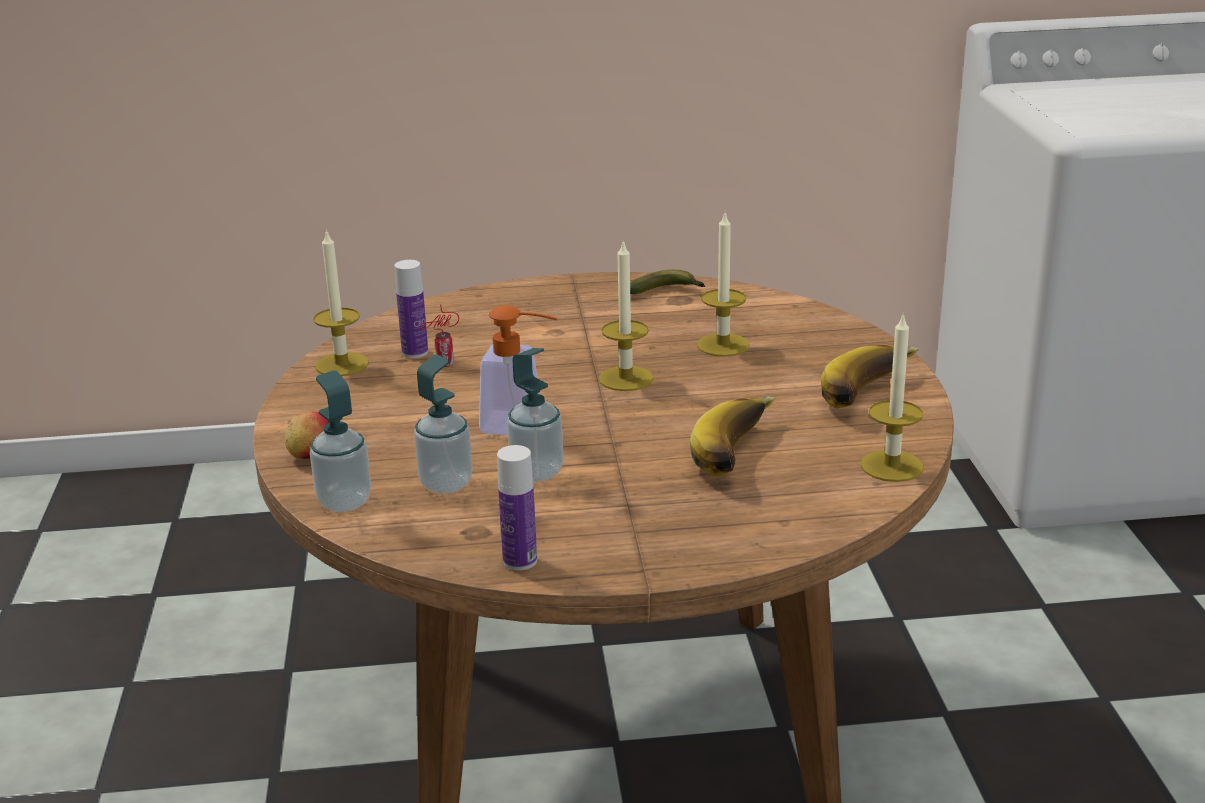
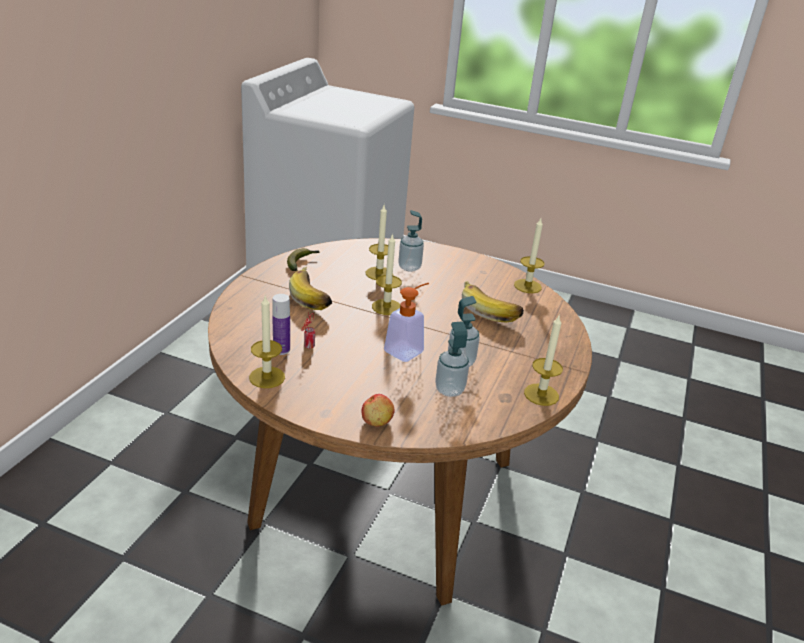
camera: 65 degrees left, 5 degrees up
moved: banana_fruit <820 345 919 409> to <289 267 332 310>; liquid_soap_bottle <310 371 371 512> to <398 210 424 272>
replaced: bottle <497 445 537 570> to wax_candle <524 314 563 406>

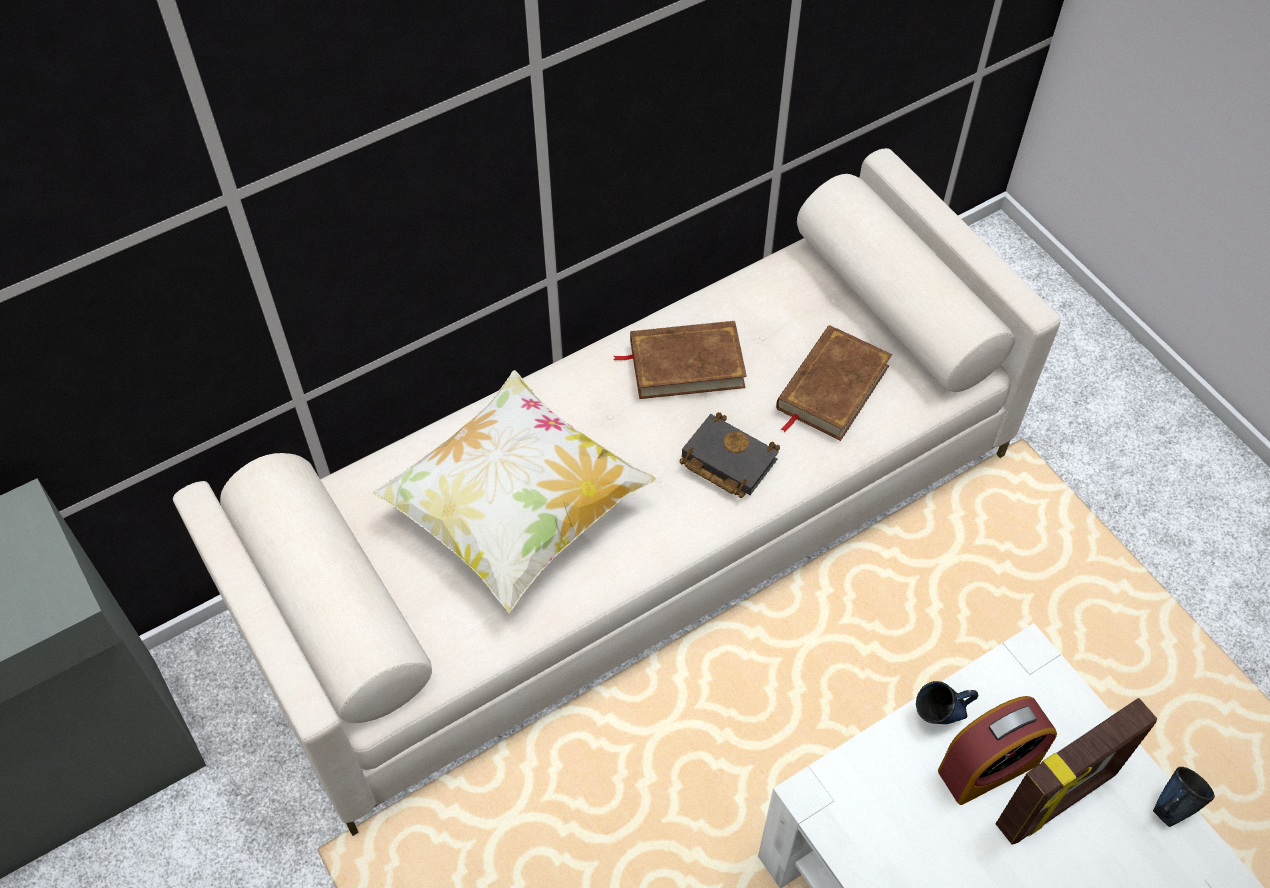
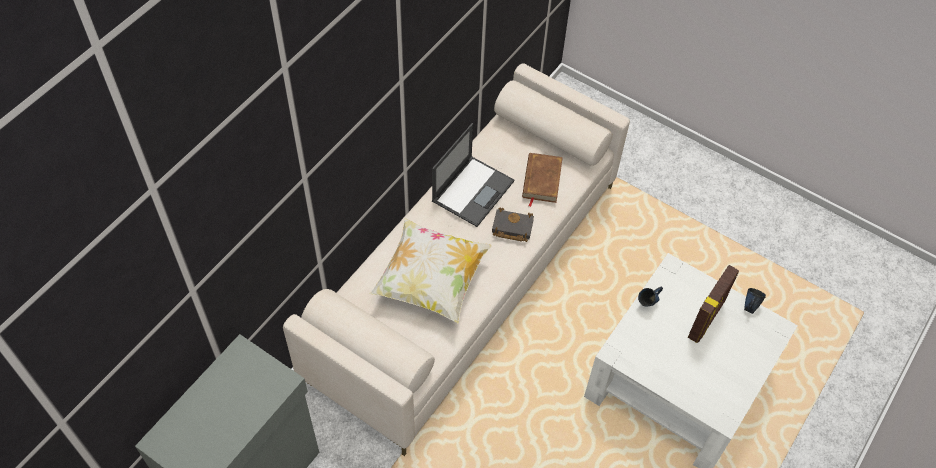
camera: 25 degrees left, 0 degrees up
removed: table_clock <938 696 1057 805>
replaced: brownish_book <614 321 747 399> to portable_computer <432 123 514 227>

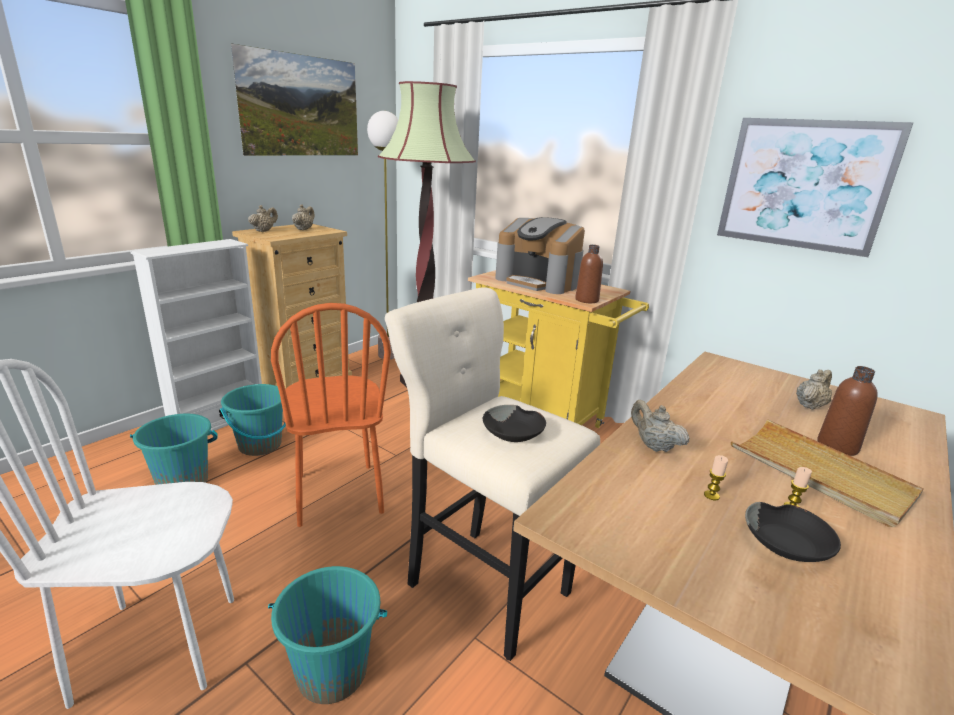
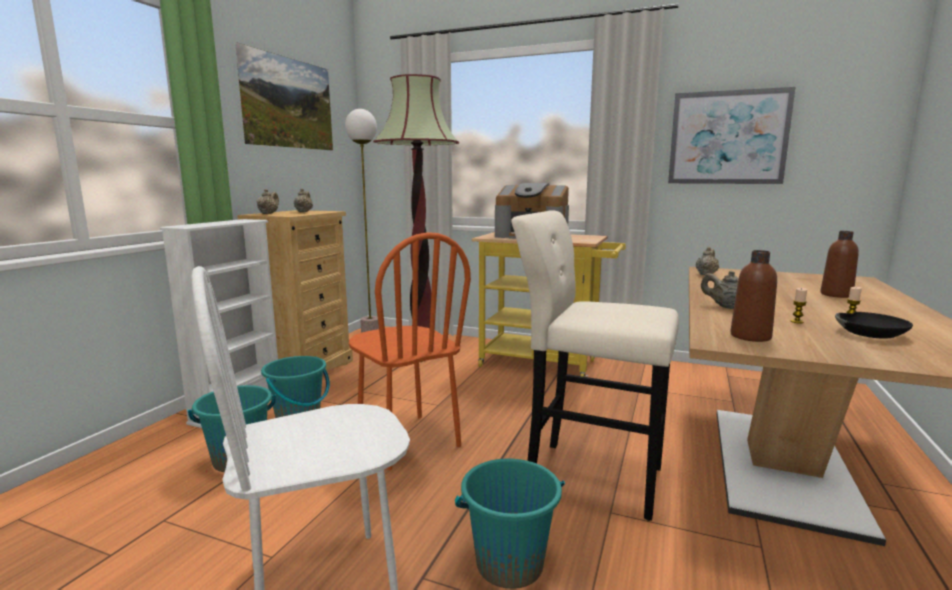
camera: 15 degrees left, 10 degrees down
removed: black_serving_bowl <483 405 546 442>; beige-coloured_serving_tray <731 419 924 527>
moved: beige-coloured_teapot <796 370 832 410> to <696 247 719 275>; brownish_bottle <575 245 603 303> to <730 250 777 342>

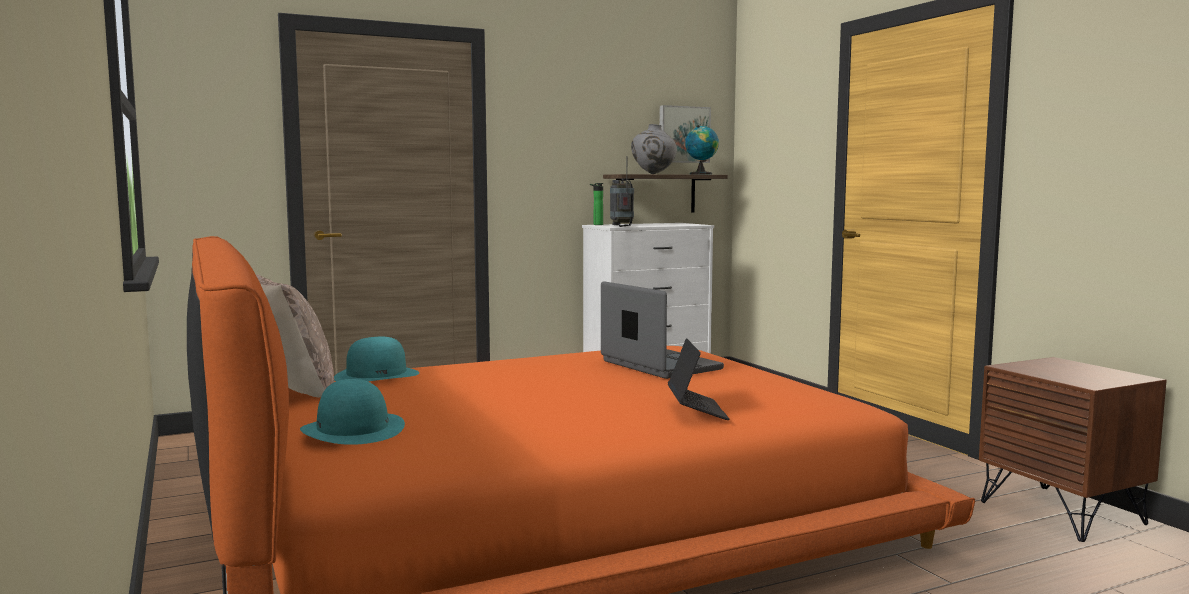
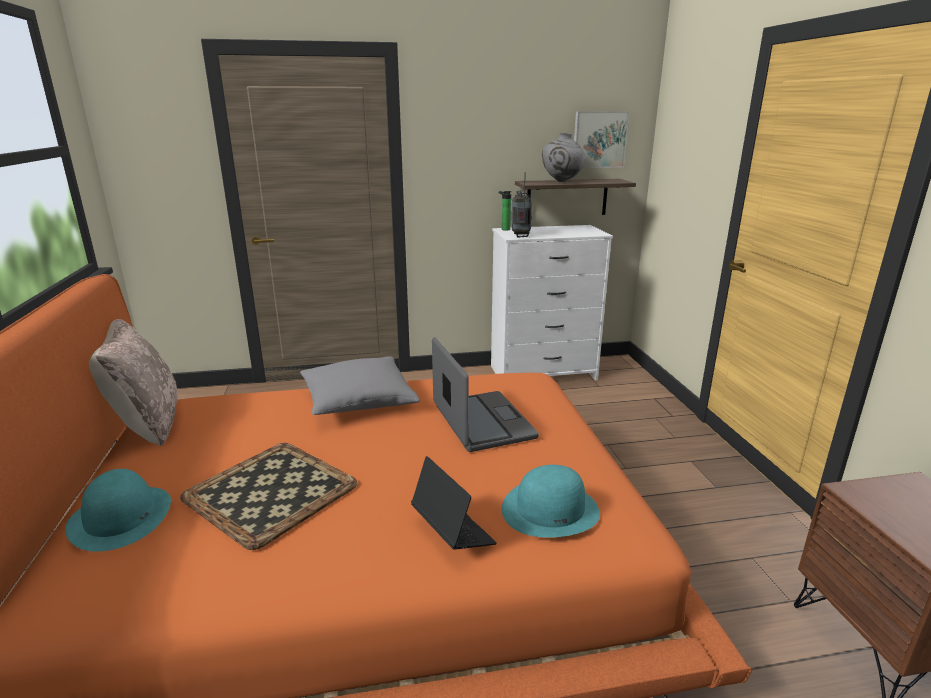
camera: 15 degrees right, 15 degrees up
removed: desk_globe <685 125 719 175>
added: serving_tray <180 443 357 550>; gray_pillow <300 356 420 415>
moved: blue-green_hat <334 337 419 381> to <502 465 600 538>
turned: portable_computer <668 338 730 420> = <411 456 497 550> 45 degrees counterclockwise

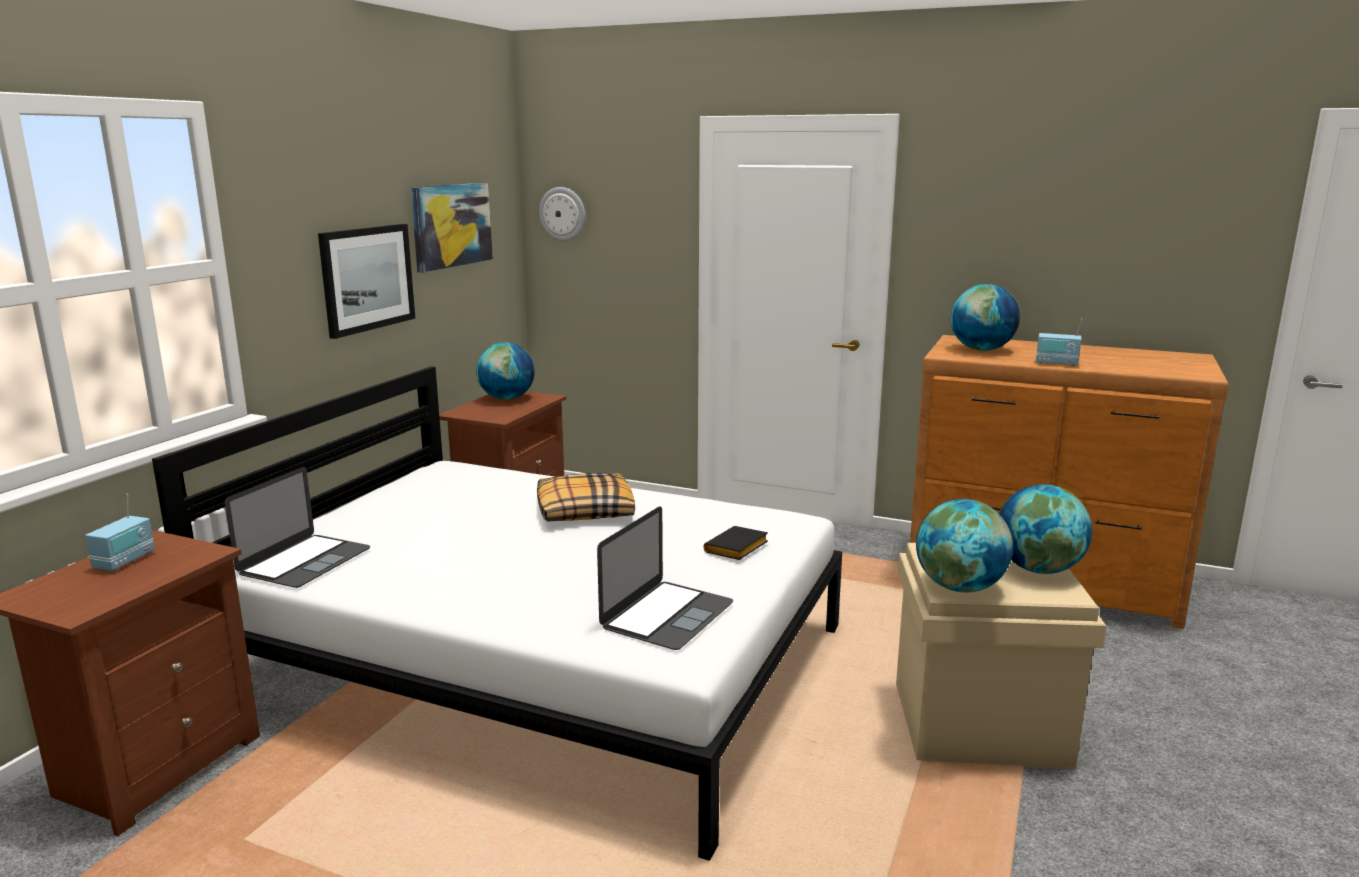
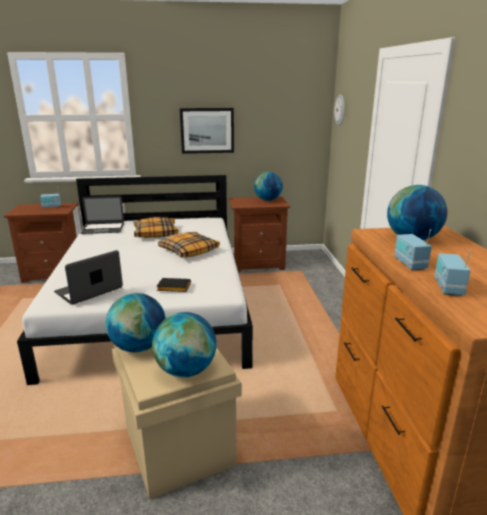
camera: 60 degrees right, 5 degrees up
removed: picture <410 183 493 273>
added: pillow <134 217 178 238>; radio_receiver <434 250 470 296>
turned: portable_computer <597 506 733 650> = <54 250 123 305> 135 degrees clockwise

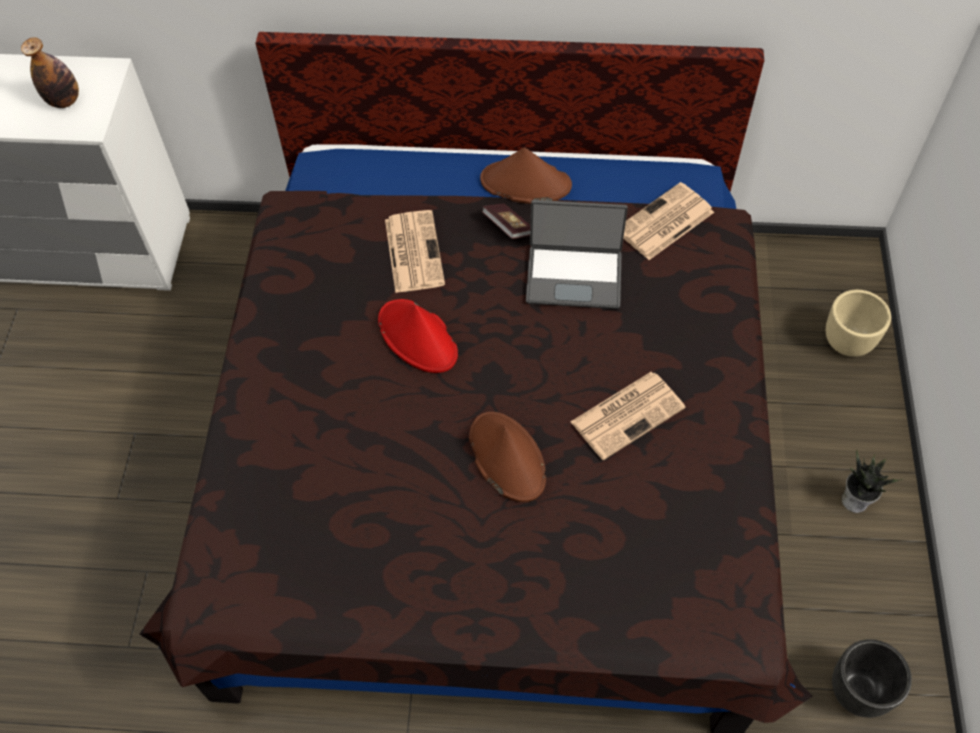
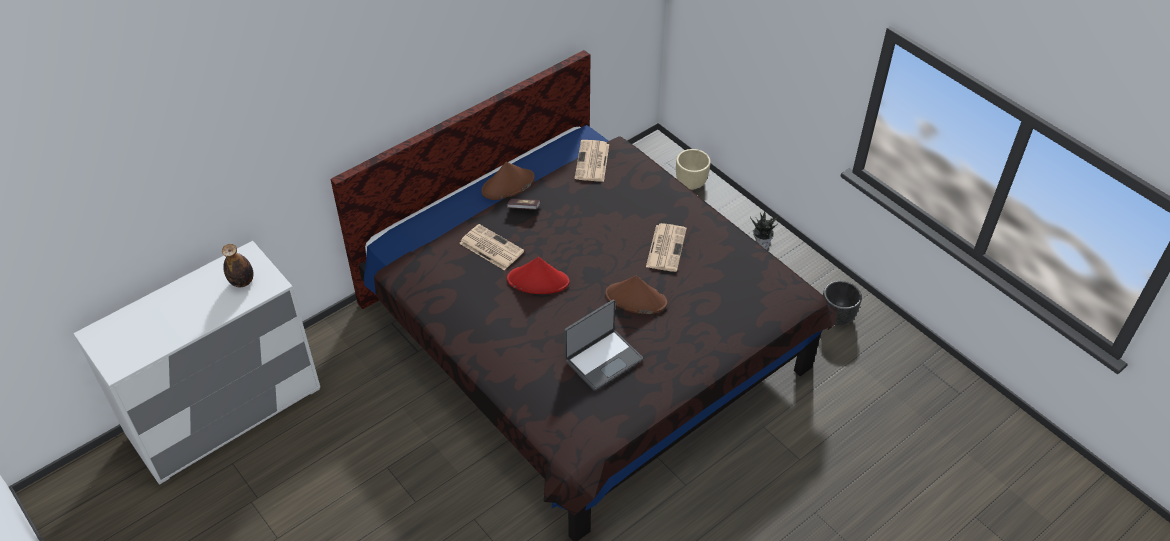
camera: 45 degrees left, 10 degrees down
moved: portable_computer <526 200 628 309> to <564 299 643 391>

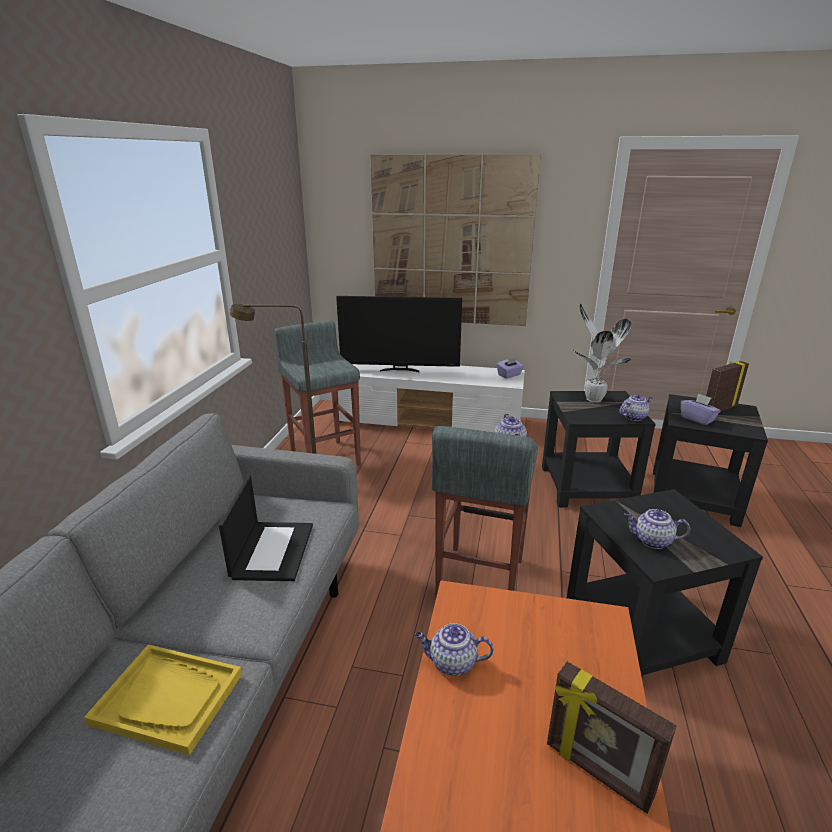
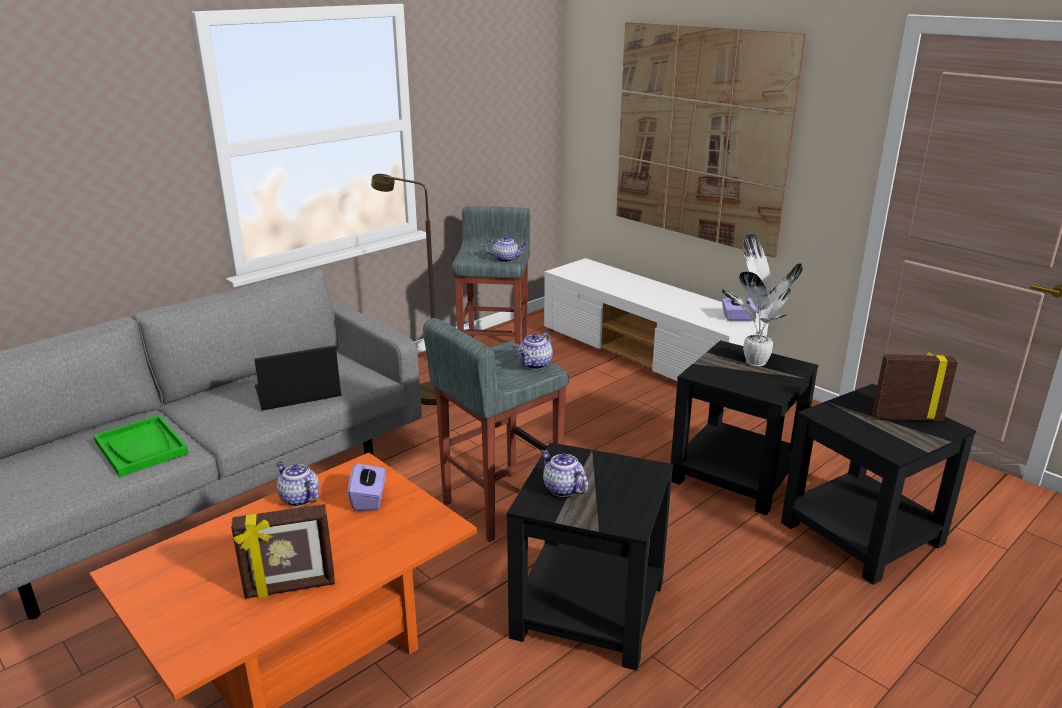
camera: 35 degrees right, 0 degrees up
removed: television <336 296 462 372>
moved: purple_box_of_tissues <681 393 720 425> to <348 460 386 511>; teapot <619 394 653 421> to <485 236 527 262>
recoloured: yellowish_serving_tray <84 644 242 755> to greenish_serving_tray <93 415 189 477>
turned: photo_frame <547 661 676 814> = <231 504 335 599> 90 degrees counterclockwise; portable_computer <219 475 313 581> = <254 345 341 411> 150 degrees counterclockwise

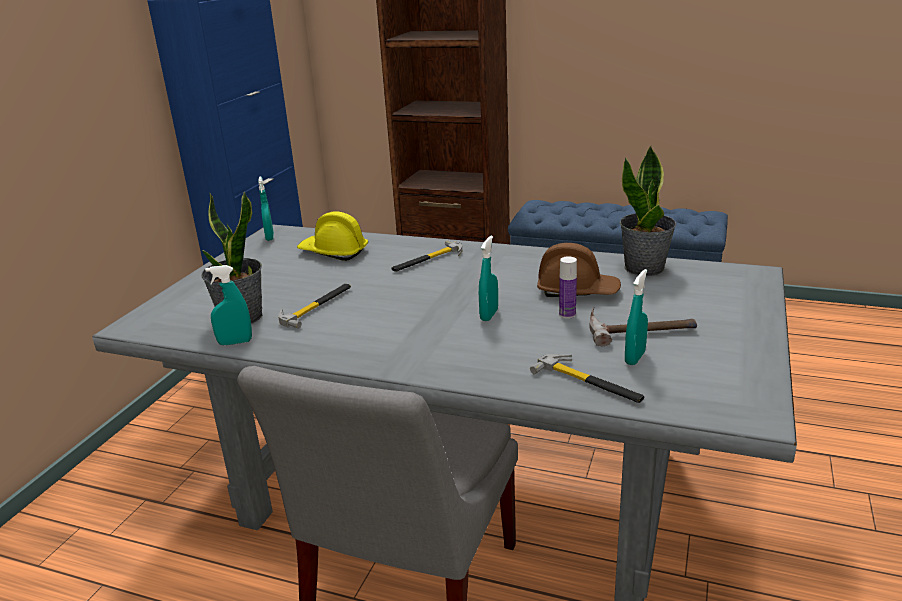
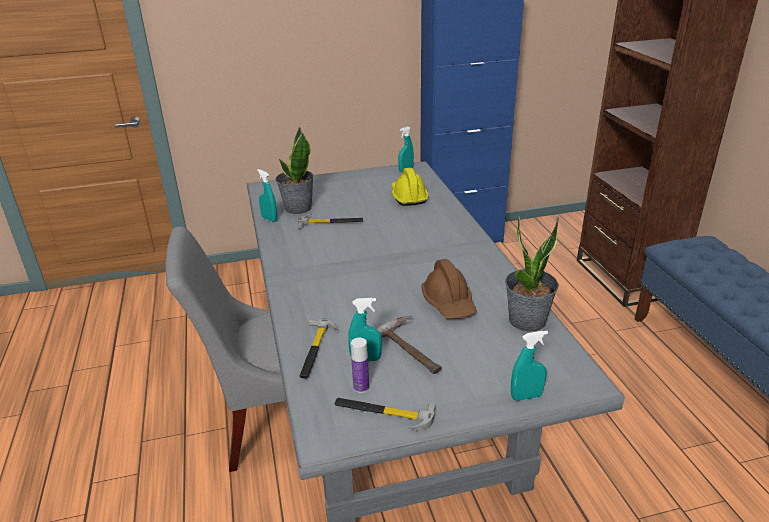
camera: 55 degrees right, 5 degrees up
moved: hand_hammer <392 240 462 272> to <335 398 436 432>; bottle <559 256 577 319> to <351 338 369 393>; blue-green_sprayer <479 236 498 321> to <511 331 548 401>

